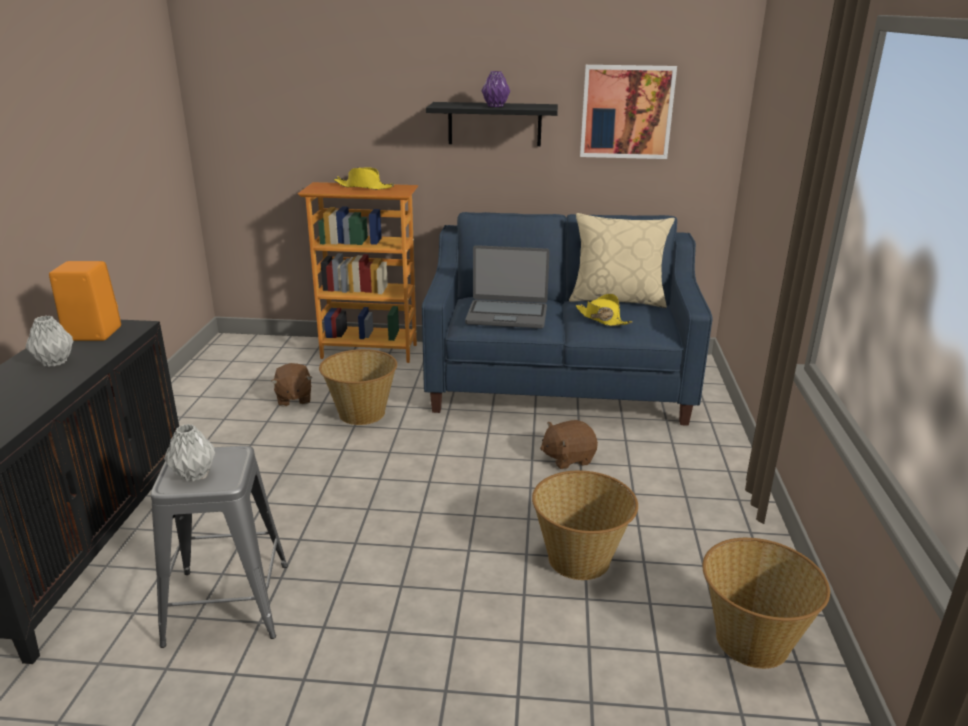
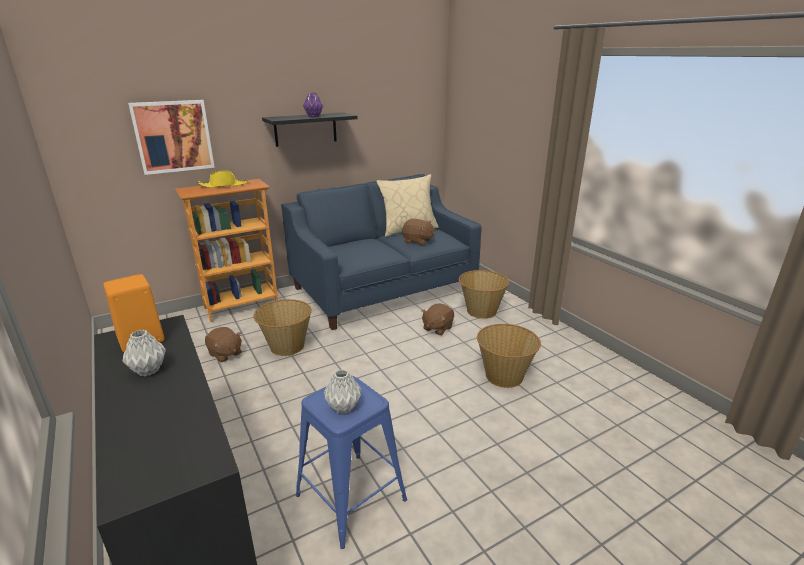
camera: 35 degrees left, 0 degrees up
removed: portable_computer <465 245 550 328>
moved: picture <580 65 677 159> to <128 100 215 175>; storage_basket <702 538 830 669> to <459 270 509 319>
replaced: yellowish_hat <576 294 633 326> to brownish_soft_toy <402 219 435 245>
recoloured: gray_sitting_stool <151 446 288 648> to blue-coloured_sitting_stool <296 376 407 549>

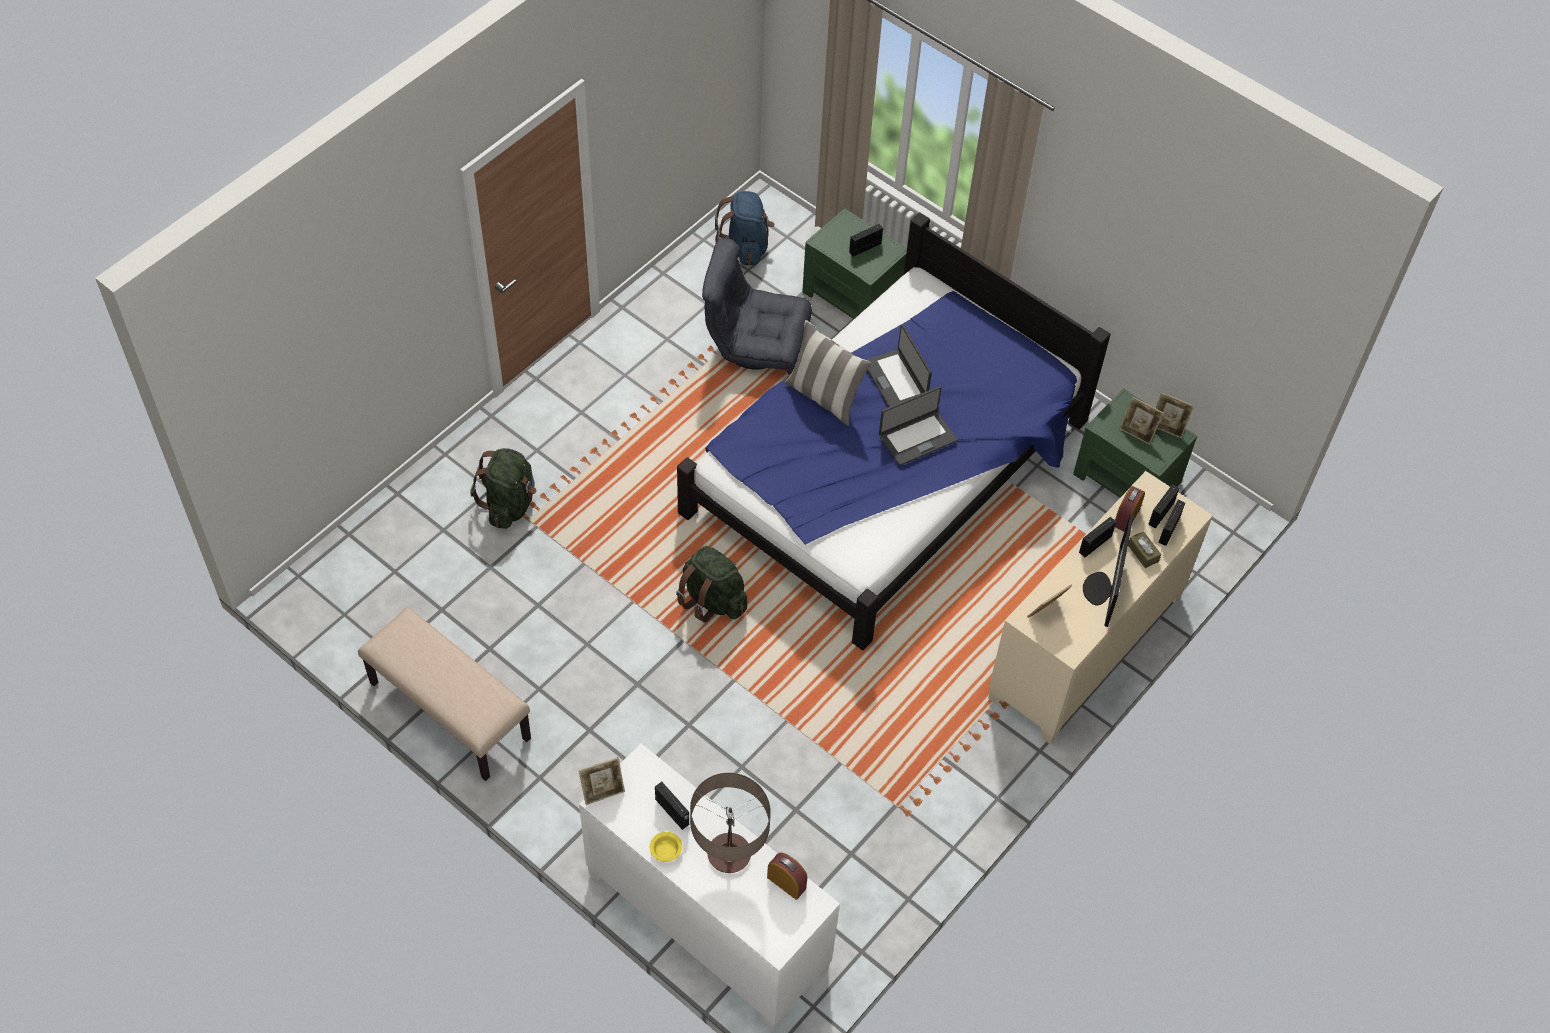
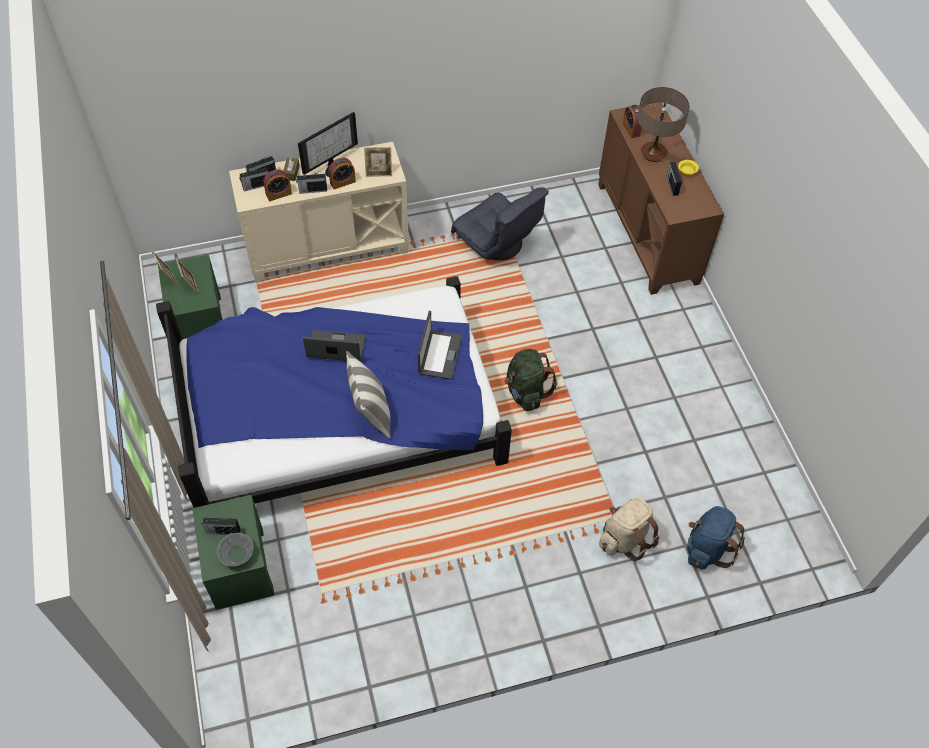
camera: 145 degrees left, 0 degrees up
removed: beige-coloured_long_seat <358 607 531 781>; photo_frame <579 757 625 805>
added: gray_serving_bowl <217 533 254 567>; table_clock <329 158 356 189>
moved: portable_computer <866 324 932 407> to <418 311 462 379>; gray_armchair <702 238 812 375> to <451 187 549 260>; blue-coloured_knapsack <715 191 775 266> to <687 506 745 570>
recoloured: white_cabinet <579 744 840 1031> to brownish_cabinet <598 102 724 295>; greenish_knapsack <470 448 537 529> to beige-coloured_knapsack <599 497 659 561>

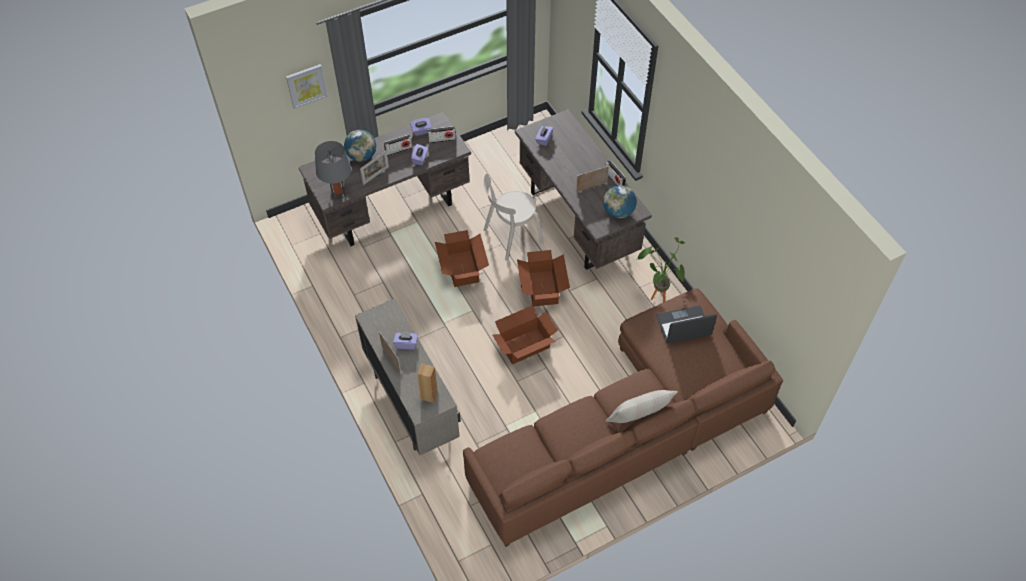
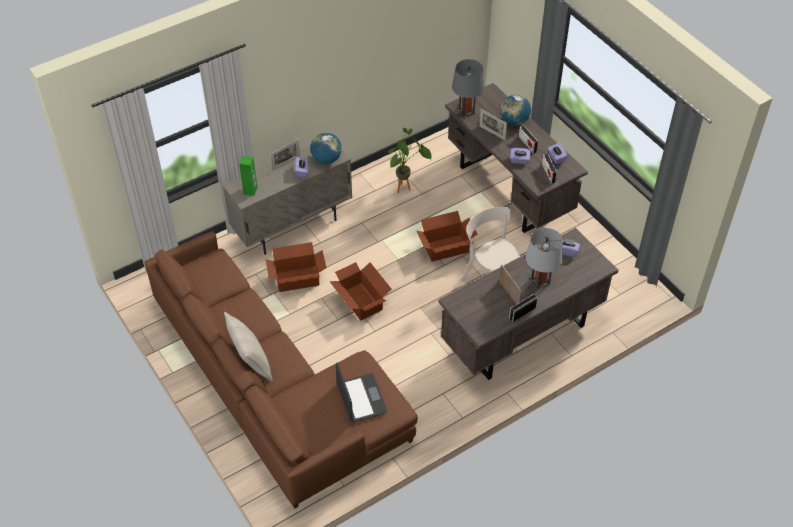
camera: 85 degrees right, 5 degrees down
removed: picture <286 64 328 109>
added: gray_table_lamp <525 228 563 289>
moved: cardboard_box <517 250 570 307> to <265 242 326 292>; desk_globe <603 185 637 218> to <310 132 342 164>; plant_in_a_pot <637 237 685 302> to <388 128 432 193>
recoloured: brownish_audio_speaker <417 363 438 403> to greenish_audio_speaker <239 156 258 196>

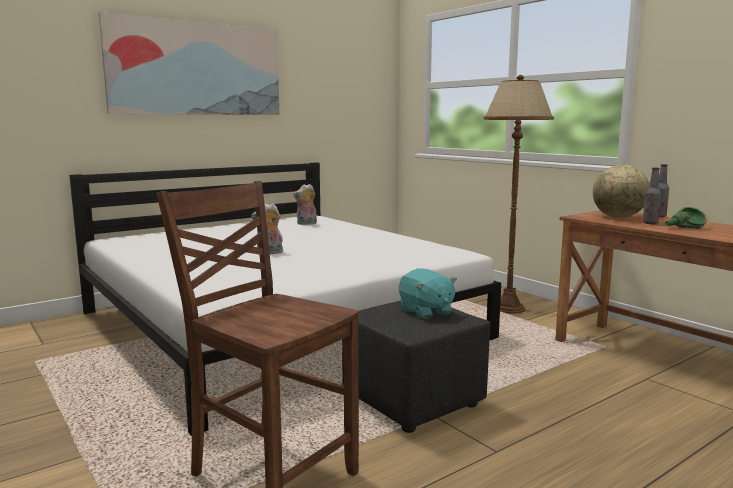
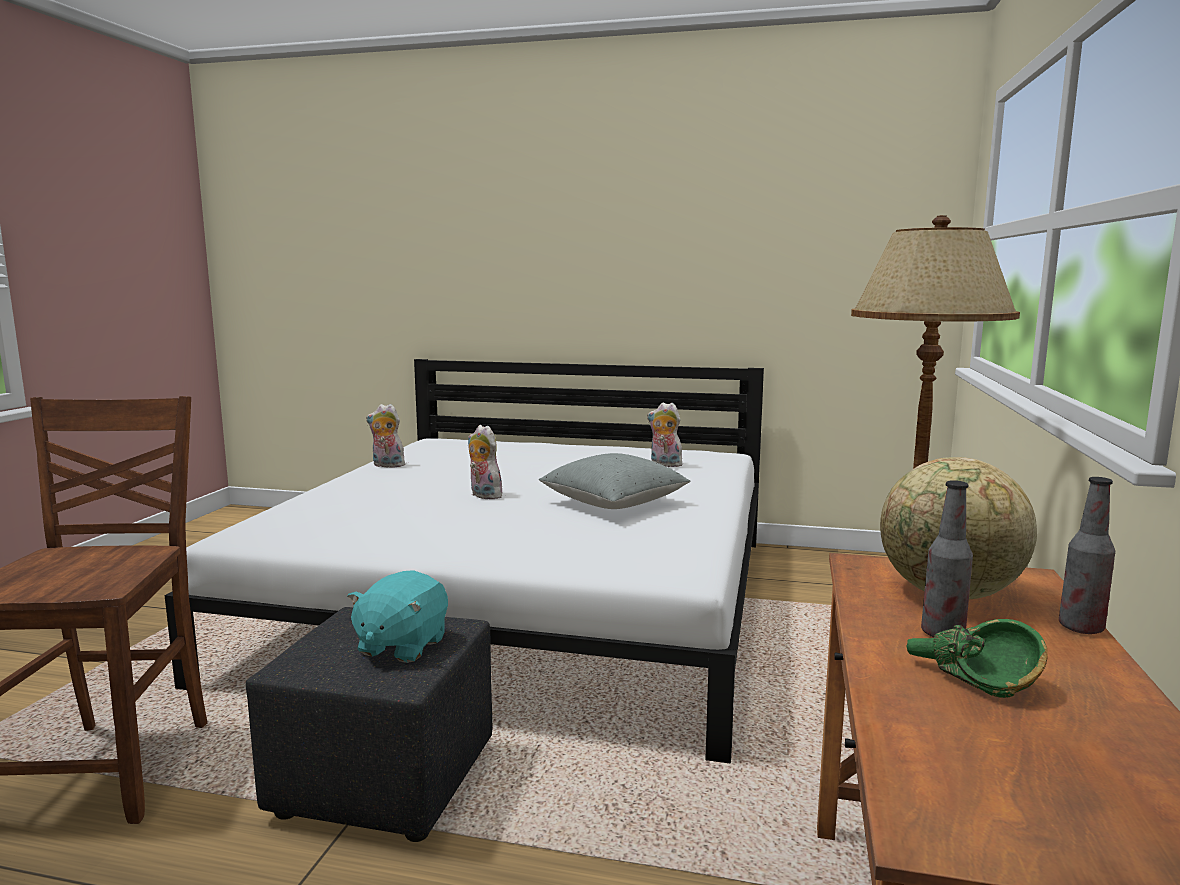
camera: 50 degrees right, 0 degrees up
removed: picture <99 12 280 115>
added: soft_toy <366 404 405 468>; gray_pillow <539 453 690 509>

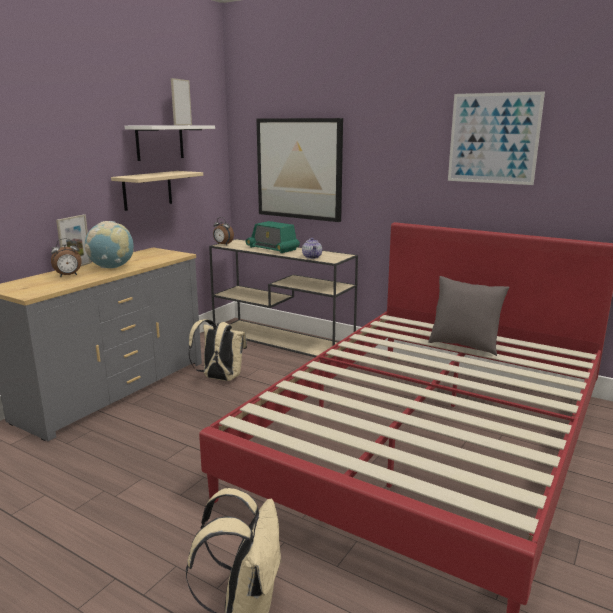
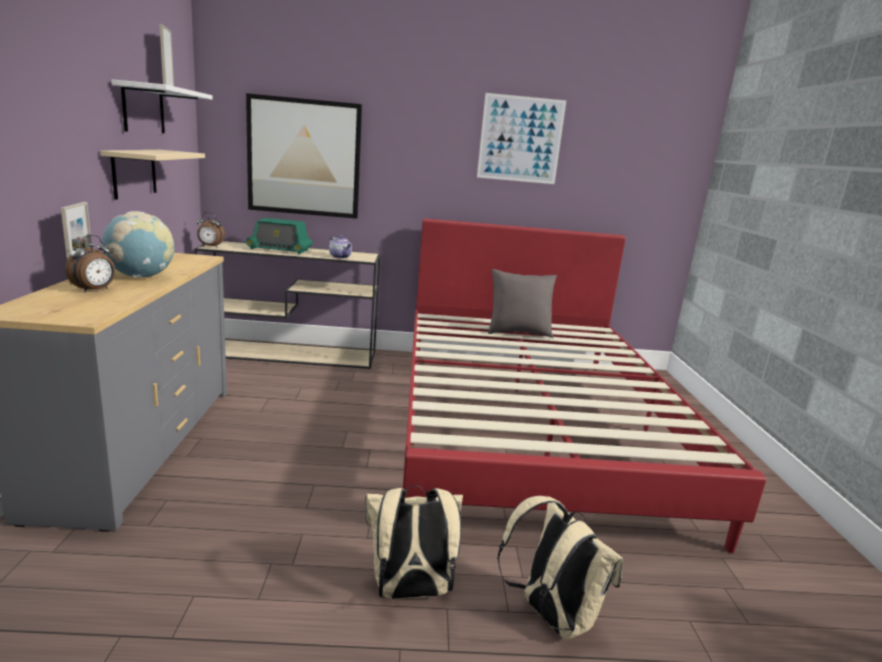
camera: 35 degrees left, 0 degrees up
moved: beige-coloured_knapsack <188 319 247 381> to <365 485 463 599>

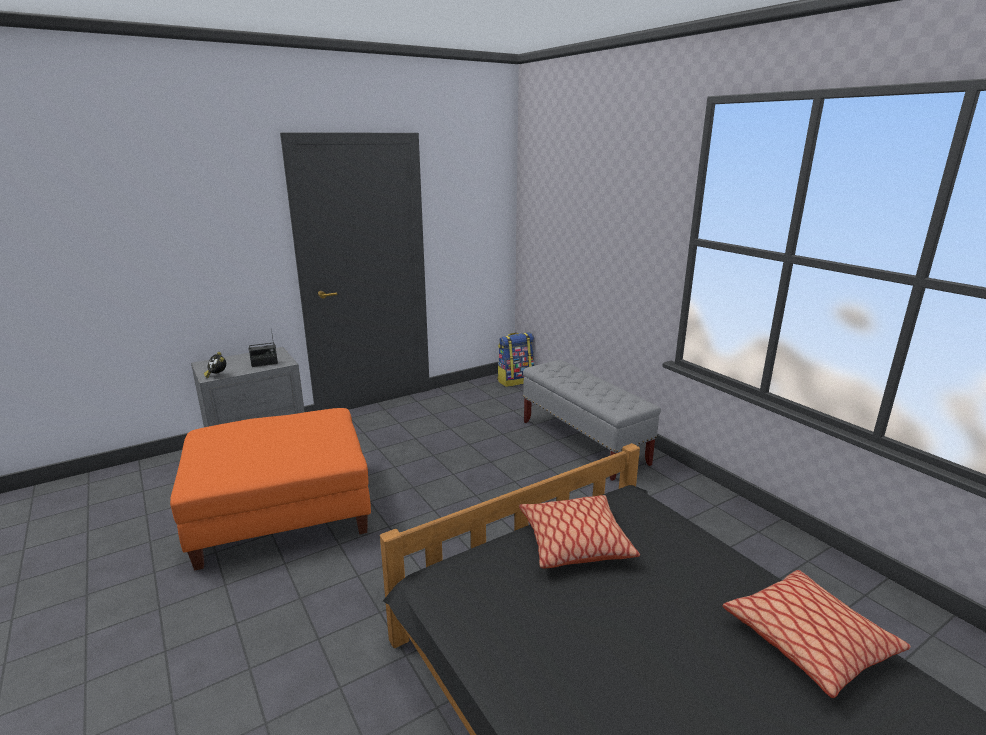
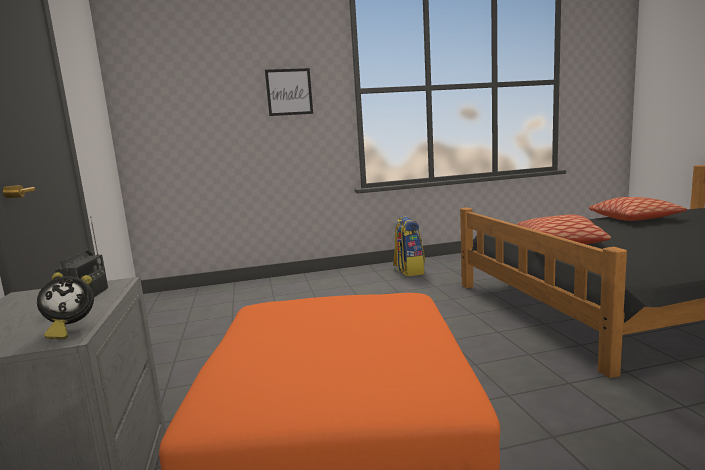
camera: 70 degrees left, 10 degrees down
removed: gray_long_seat <523 360 661 481>
added: picture <265 68 313 116>
moved: knapsack <497 332 534 387> to <393 216 425 276>

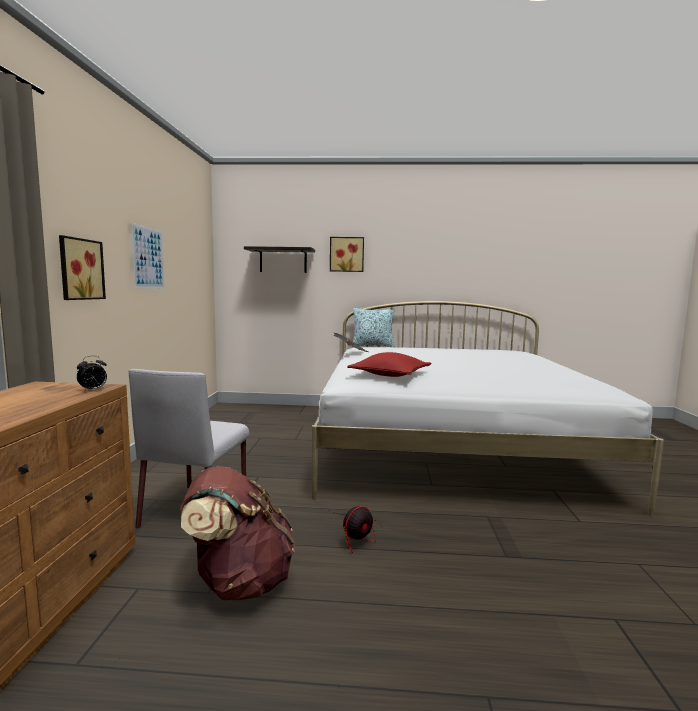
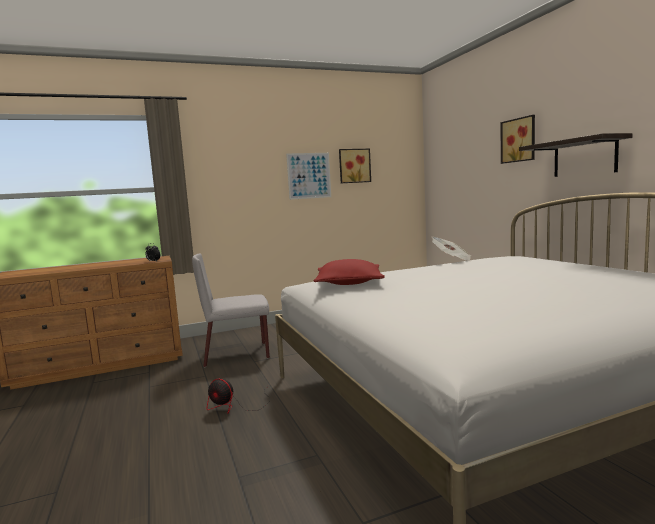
camera: 65 degrees right, 0 degrees up
removed: brownish_knapsack <180 466 295 601>; pillow <352 308 395 347>
moved: picture <59 235 106 300> to <339 149 371 183>; bracket_shelf <244 246 315 273> to <519 133 632 177>

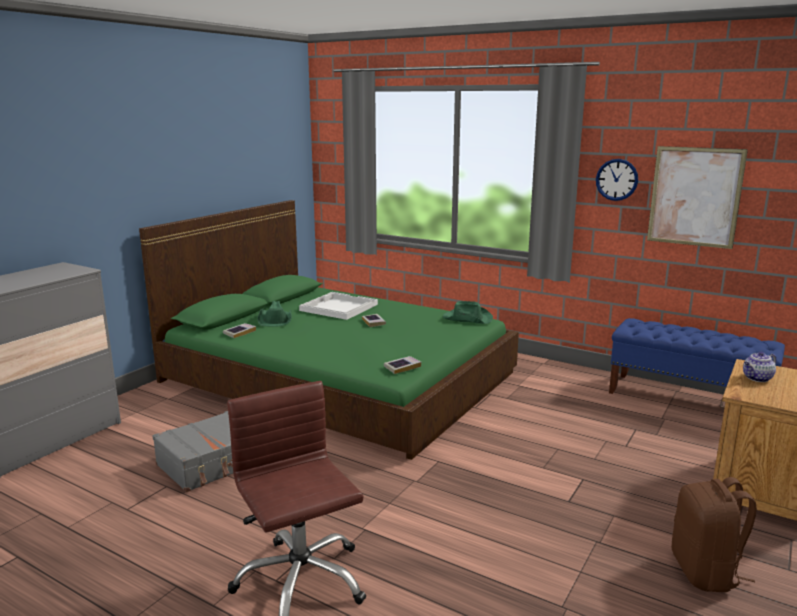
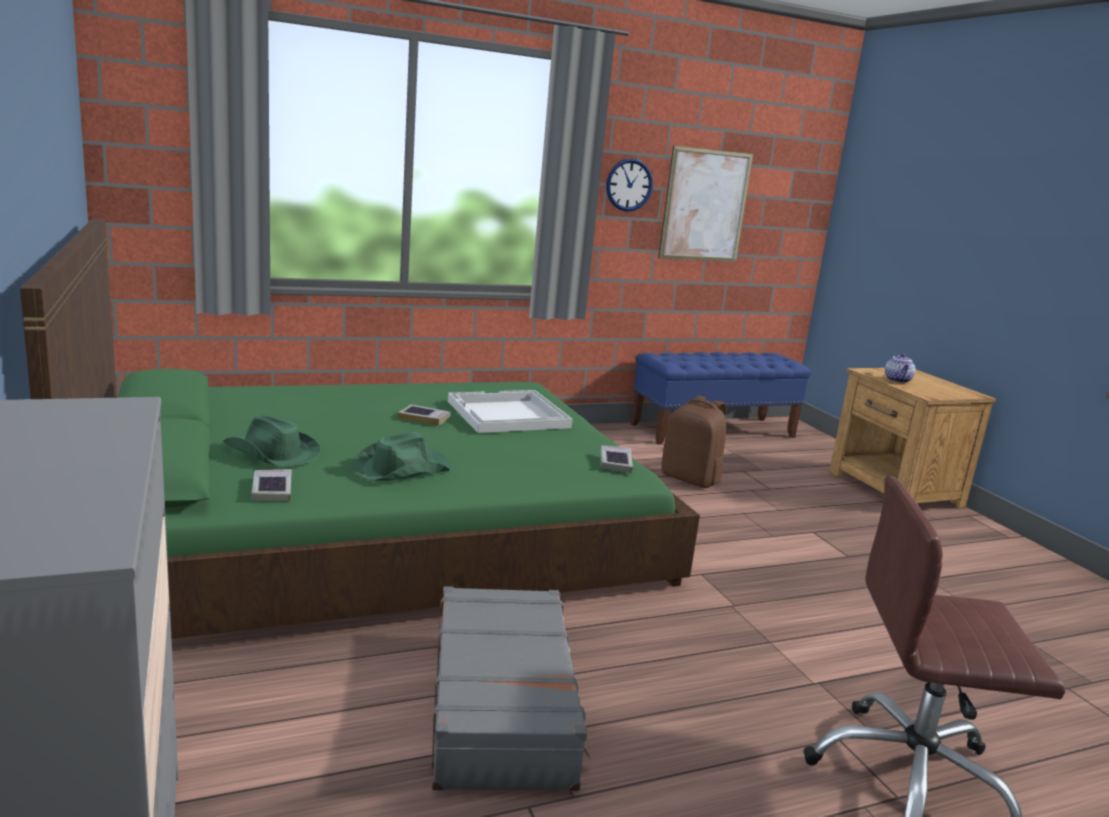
camera: 55 degrees left, 0 degrees up
moved: greenish_hat <443 301 493 324> to <350 432 452 481>; white_serving_tray <299 292 378 320> to <448 390 572 433>; brownish_knapsack <672 477 757 592> to <661 396 727 488>

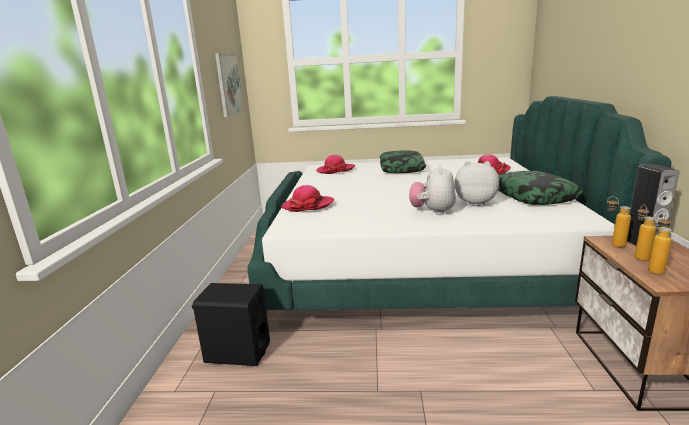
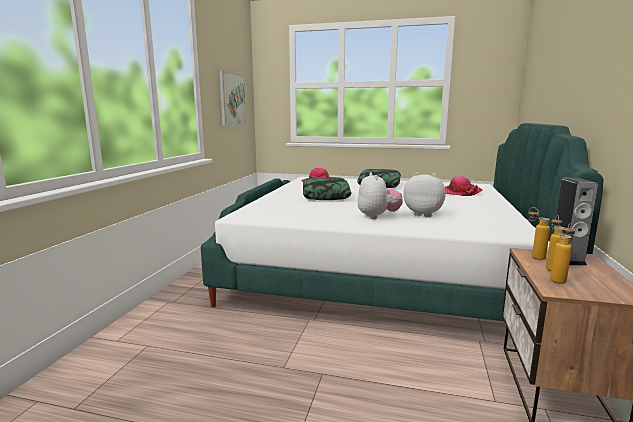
camera: 10 degrees right, 5 degrees down
removed: black_audio_speaker <192 283 270 366>; hat <281 185 334 212>
moved: pillow <498 171 584 205> to <303 177 352 200>
turned: soft_toy <409 165 456 215> = <357 172 403 219> 150 degrees clockwise

